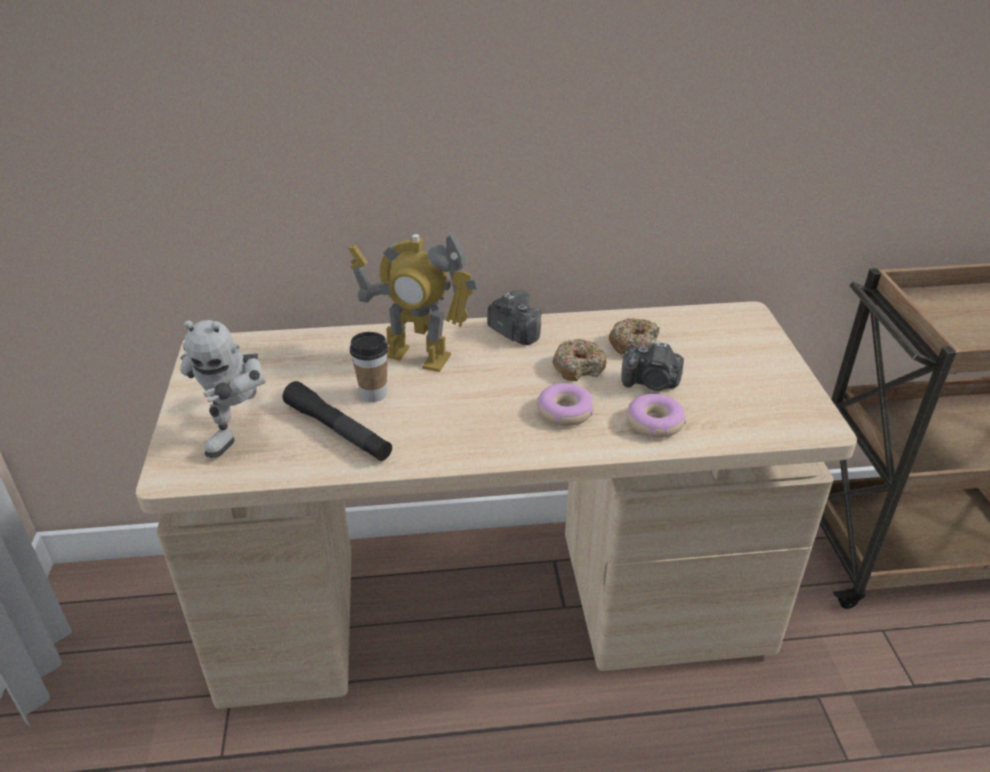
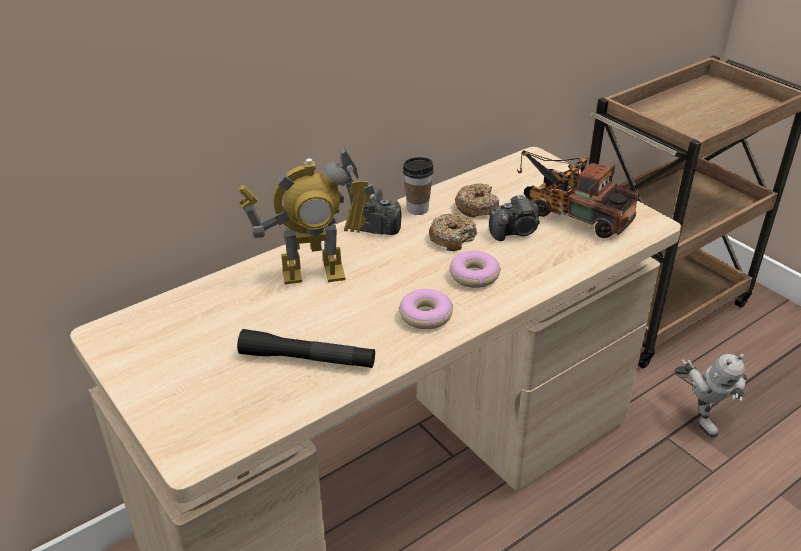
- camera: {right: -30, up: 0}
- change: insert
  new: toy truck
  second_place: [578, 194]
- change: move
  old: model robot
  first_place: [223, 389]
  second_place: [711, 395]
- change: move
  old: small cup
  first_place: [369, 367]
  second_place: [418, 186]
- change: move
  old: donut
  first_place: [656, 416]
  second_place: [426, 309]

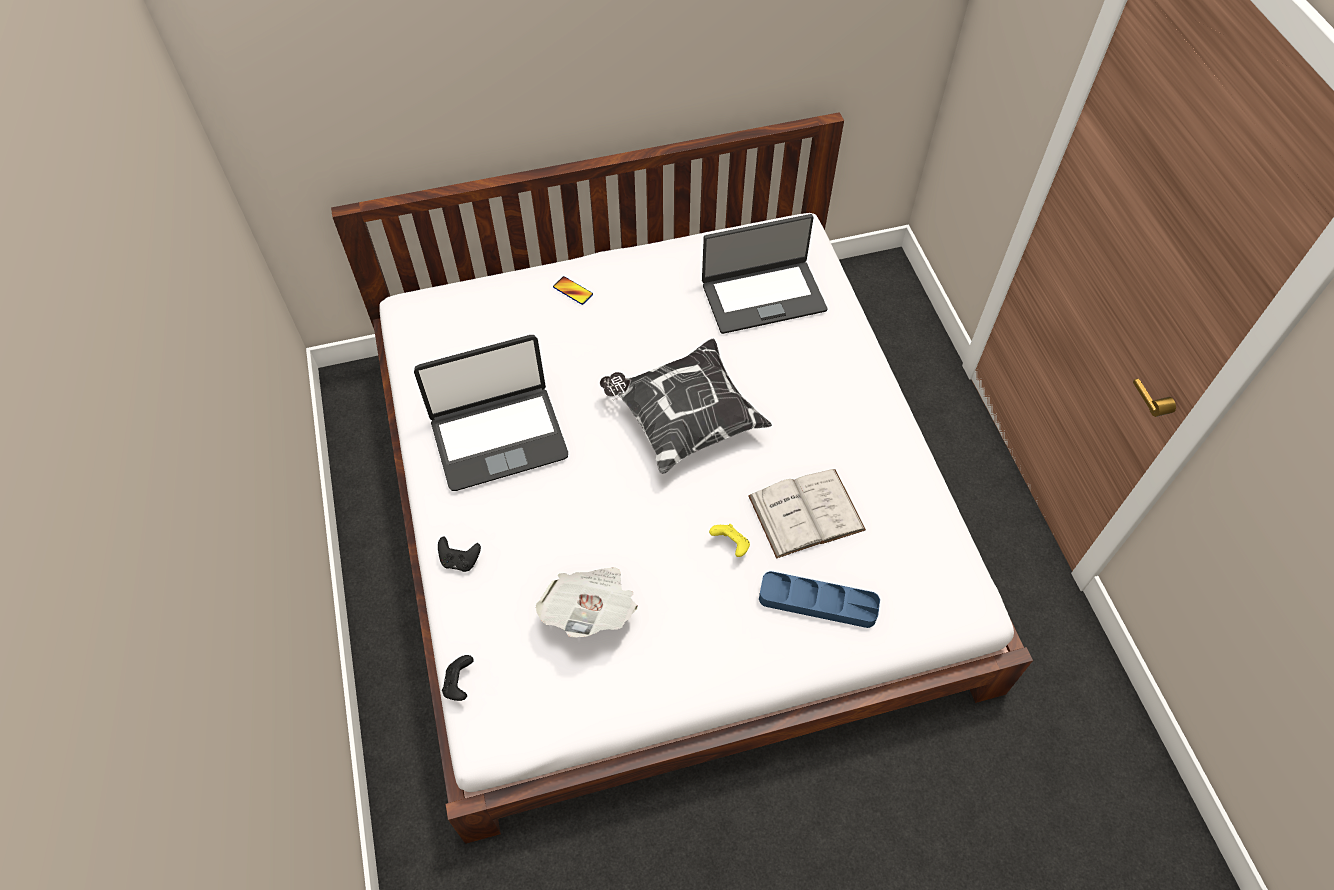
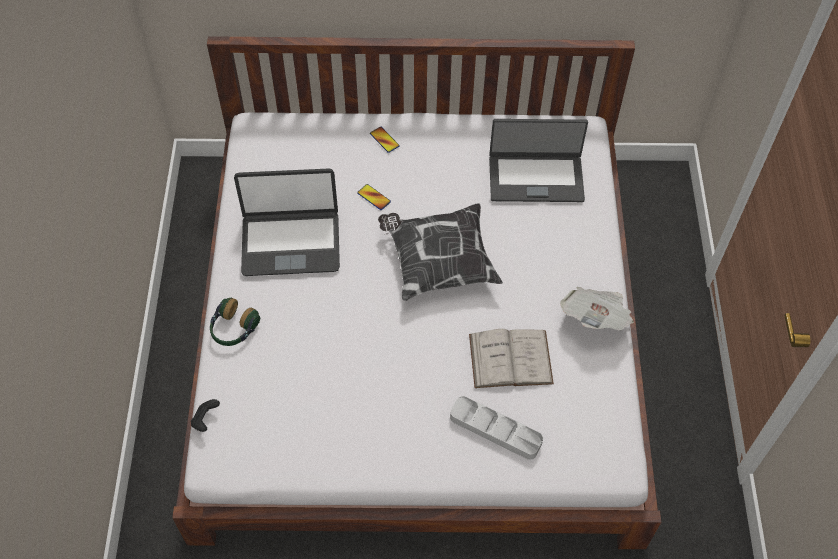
- camera: {right: 15, up: 0}
- change: delete
  old: game controller (yellow)
  first_place: [729, 540]
- change: insert
  new: telephone
  second_place: [374, 197]
- change: move
  old: daily paper
  first_place: [587, 602]
  second_place: [597, 308]
- change: replace
  old: game controller (black-coloured)
  new: headphones
  first_place: [459, 554]
  second_place: [235, 322]
- change: recolor
  old: tray (bluish)
  new: tray (grey)
  first_place: [819, 599]
  second_place: [496, 428]

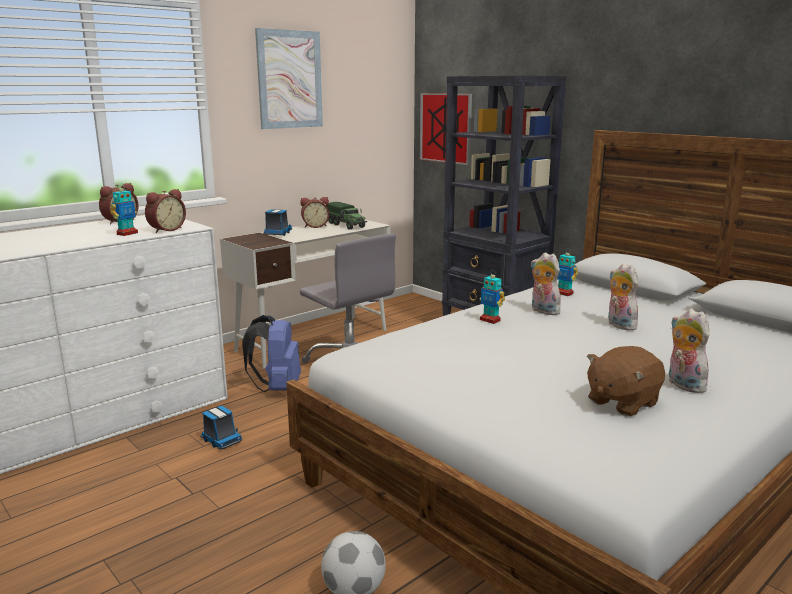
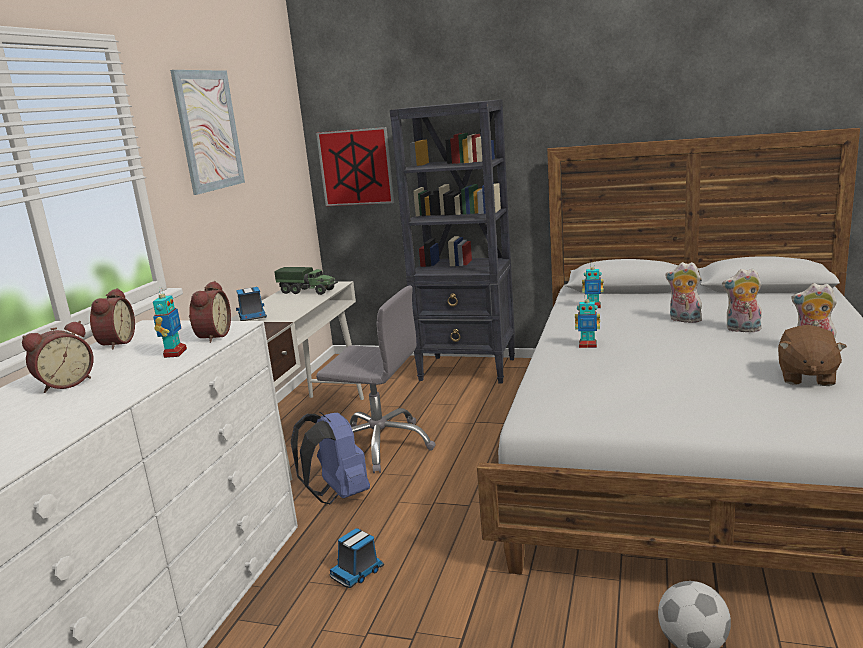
- camera: {right: -30, up: 0}
- change: move
  old: table clock
  first_place: [314, 212]
  second_place: [58, 357]
- change: move
  old: plush toy
  first_place: [546, 283]
  second_place: [742, 300]
- change: rotate
  old: toy truck
  first_place: [221, 428]
  second_place: [357, 558]
  degrees: 120

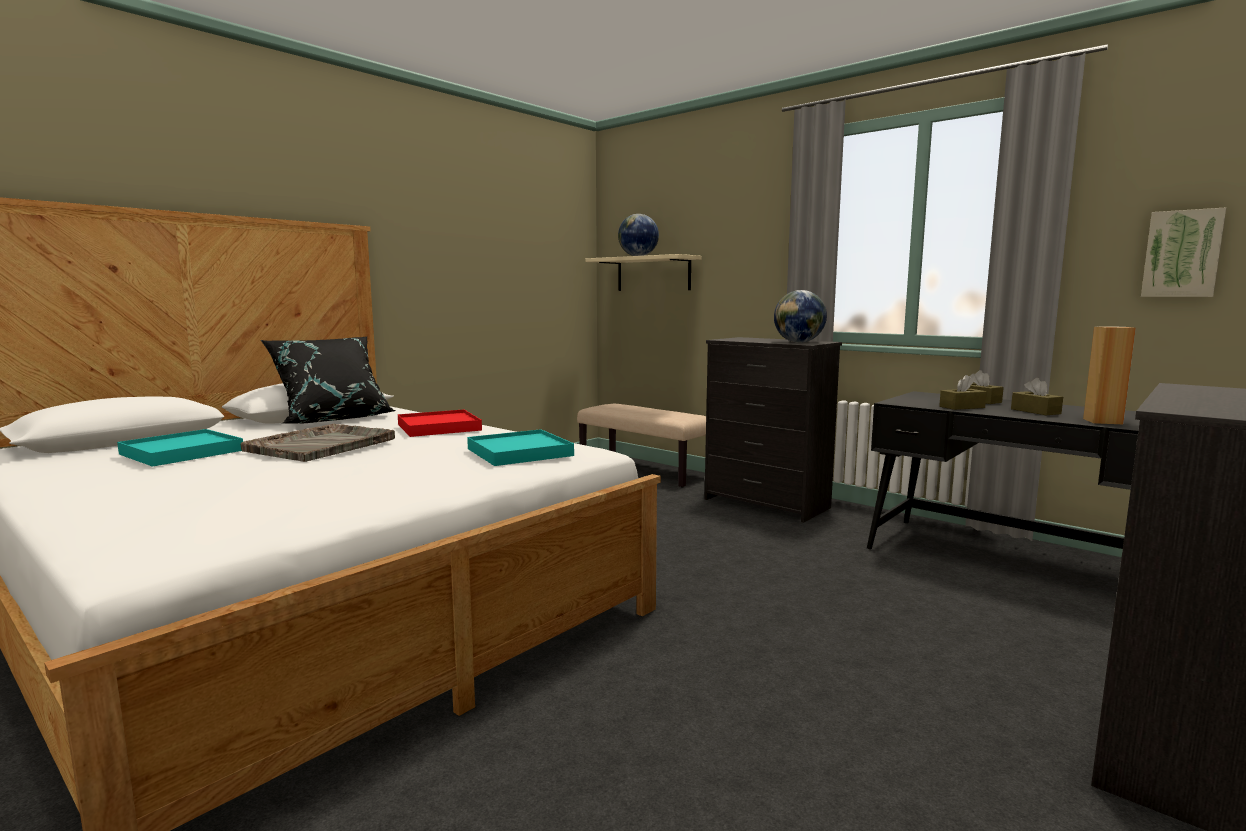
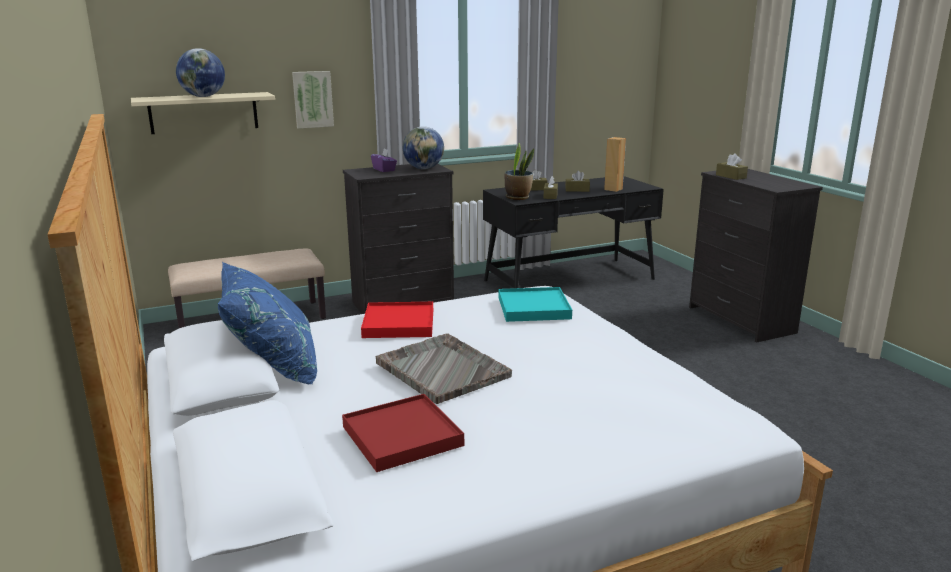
- camera: {right: -65, up: 10}
- change: insert
  new: box of tissues (purple-coloured)
  second_place: [384, 160]
- change: insert
  new: potted plant
  second_place: [519, 171]
- change: insert
  new: box of tissues (brownish)
  second_place: [732, 166]
- change: move
  old: picture
  first_place: [1183, 252]
  second_place: [313, 100]
- change: recolor
  old: tray (blue-green)
  new: tray (red)
  first_place: [180, 448]
  second_place: [403, 433]
- change: recolor
  old: cushion (black-coloured)
  new: cushion (bluish)
  first_place: [328, 380]
  second_place: [267, 323]

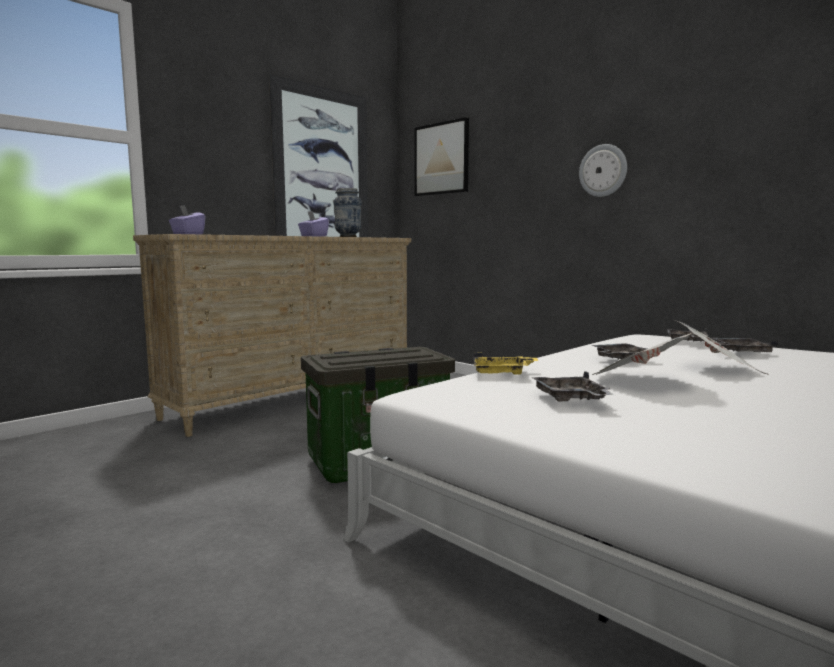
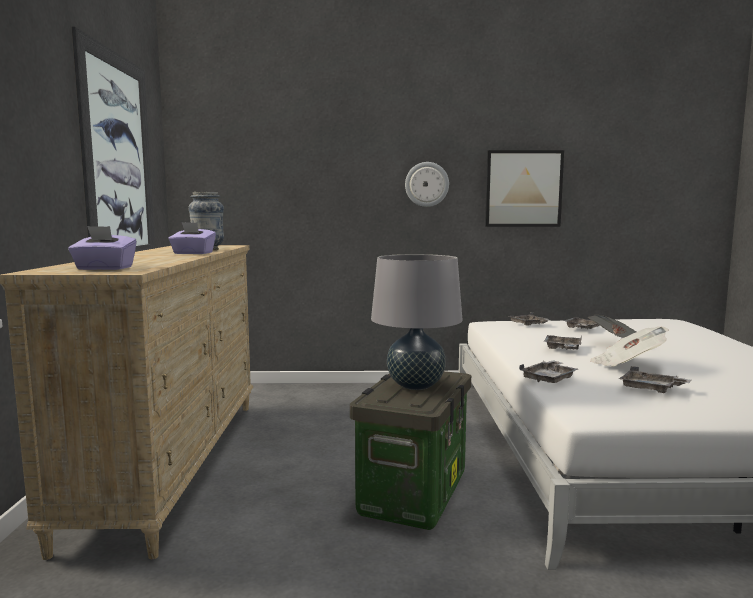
- camera: {right: -45, up: 0}
- change: insert
  new: tabletop lamp (grey)
  second_place: [417, 322]
- change: move
  old: picture
  first_place: [442, 156]
  second_place: [524, 188]
- change: recolor
  old: tray (yellow)
  new: tray (grey)
  first_place: [506, 363]
  second_place: [548, 371]

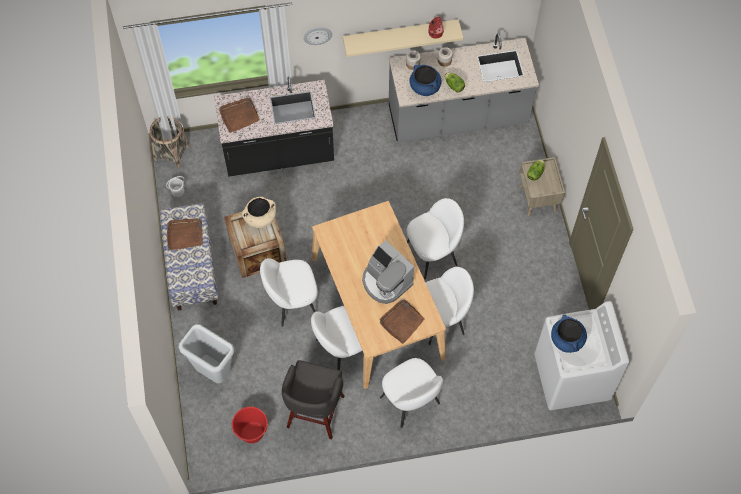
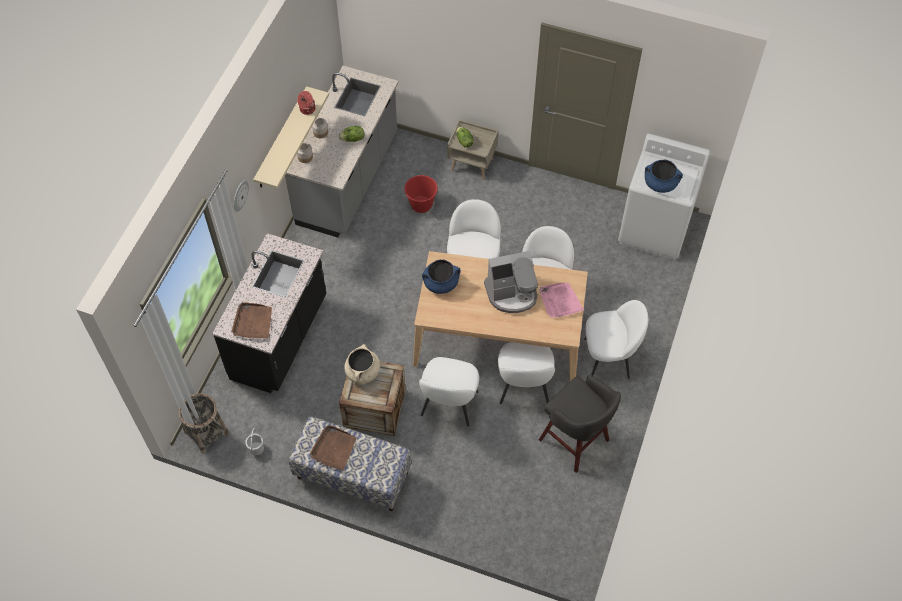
- camera: {right: -60, up: -5}
- change: delete
  old: waste bin (grey)
  first_place: [206, 353]
- change: move
  old: pail (red)
  first_place: [250, 425]
  second_place: [421, 194]
- change: move
  old: cooking pot (bluish)
  first_place: [425, 80]
  second_place: [441, 277]
- change: recolor
  old: tray (brownish)
  new: tray (pink-coloured)
  first_place: [402, 321]
  second_place: [561, 300]

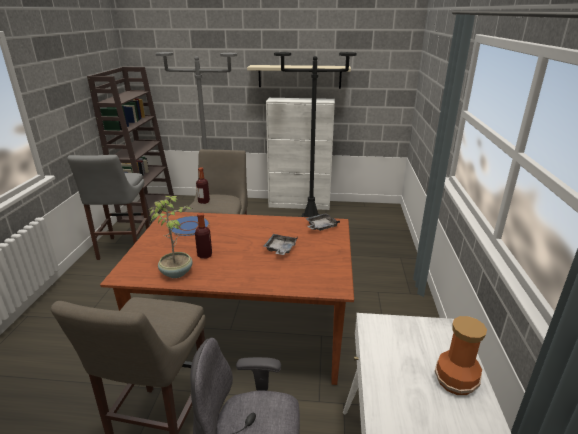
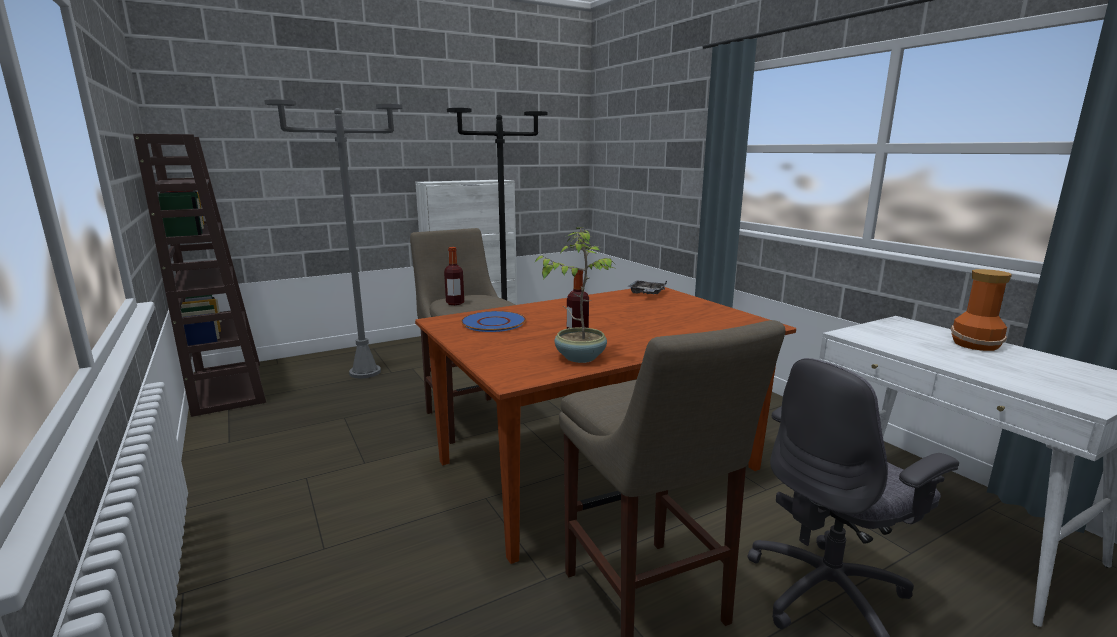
- camera: {right: -35, up: -10}
- change: delete
  old: sitting stool (grey)
  first_place: [108, 207]
- change: delete
  old: bracket shelf (sand-coloured)
  first_place: [299, 77]
- change: delete
  old: tray (grey)
  first_place: [280, 244]

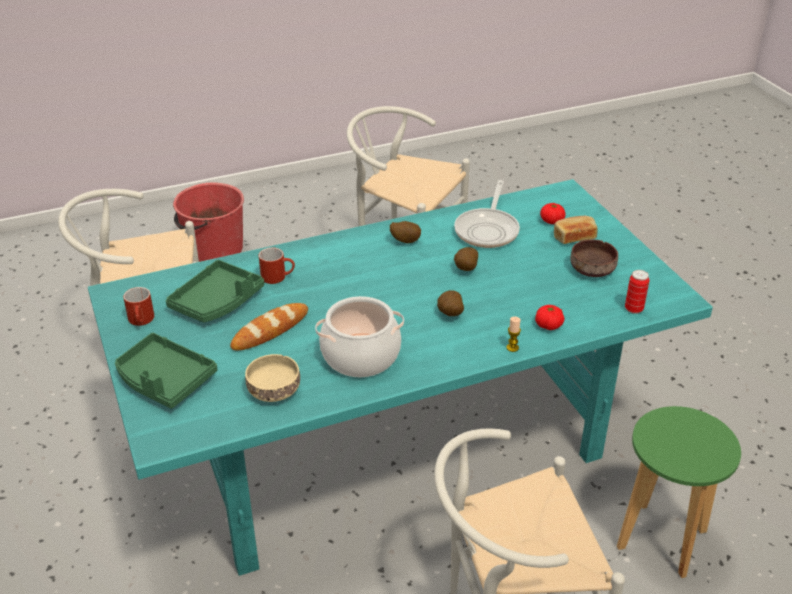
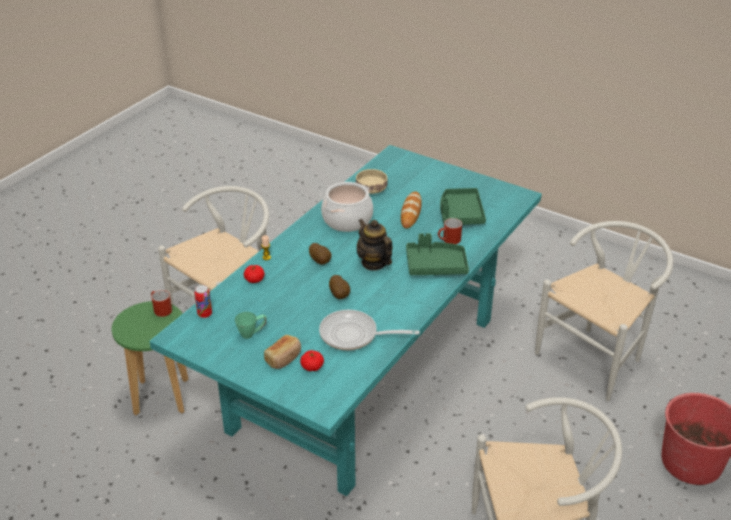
- camera: {right: 145, up: 0}
- change: delete
  old: spud
  first_place: [405, 232]
- change: insert
  new: pot for tea
  second_place: [374, 245]
- change: move
  old: tray (greenish)
  first_place: [166, 371]
  second_place: [437, 254]
- change: move
  old: mug (red)
  first_place: [138, 306]
  second_place: [161, 303]
- change: replace
  old: serving bowl (brownish)
  new: mug (greenish)
  first_place: [594, 258]
  second_place: [251, 325]
- change: rotate
  old: frying pan
  first_place: [487, 214]
  second_place: [369, 330]
  degrees: -60

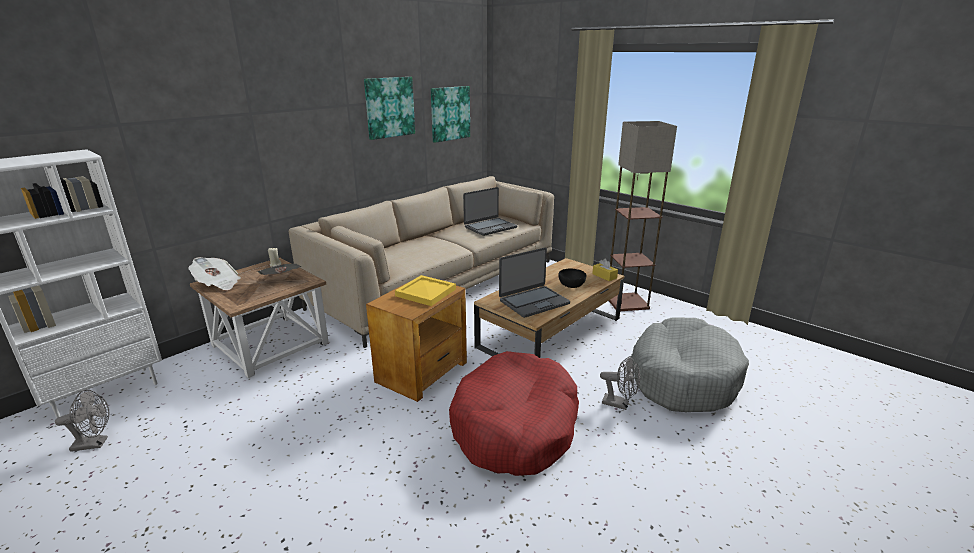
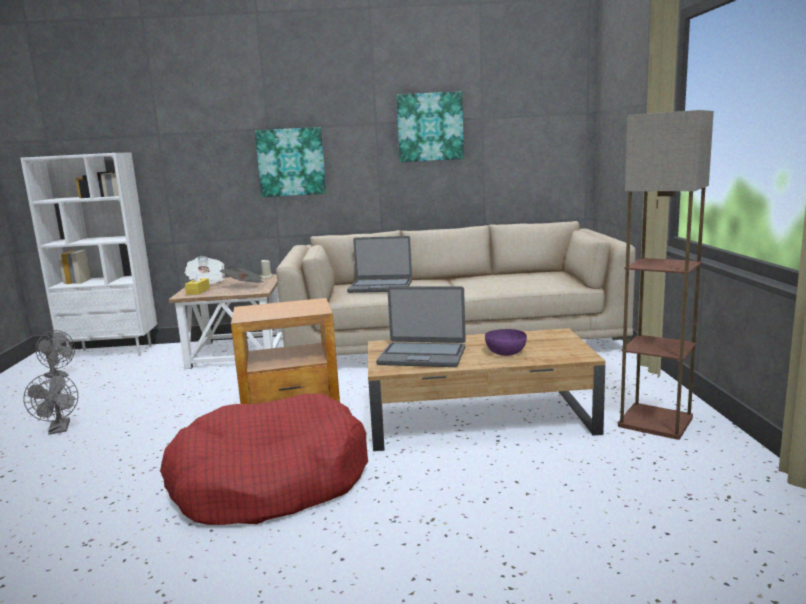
- camera: {right: 45, up: -10}
- change: delete
  old: tray (yellow)
  first_place: [425, 290]
- change: delete
  old: pet bed (grey)
  first_place: [690, 365]
- change: move
  old: picture
  first_place: [450, 114]
  second_place: [290, 162]
- change: move
  old: laptop
  first_place: [490, 211]
  second_place: [379, 264]
- change: move
  old: box of tissues (yellow)
  first_place: [605, 270]
  second_place: [197, 282]
- change: move
  old: electric fan (grey)
  first_place: [620, 383]
  second_place: [50, 404]
- change: recolor
  old: serving bowl (black-coloured)
  new: serving bowl (purple-coloured)
  first_place: [572, 278]
  second_place: [506, 342]

